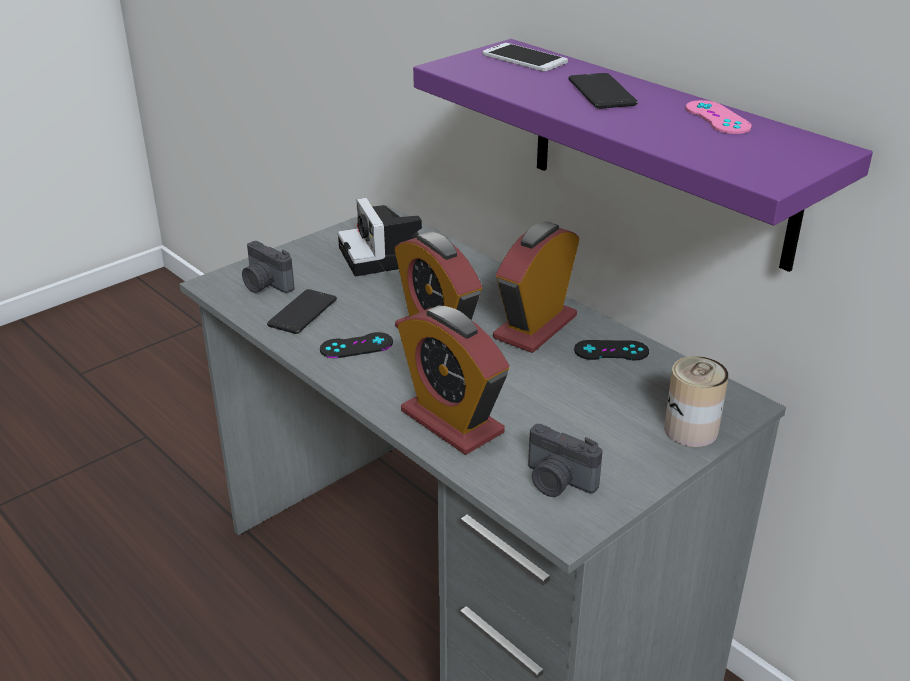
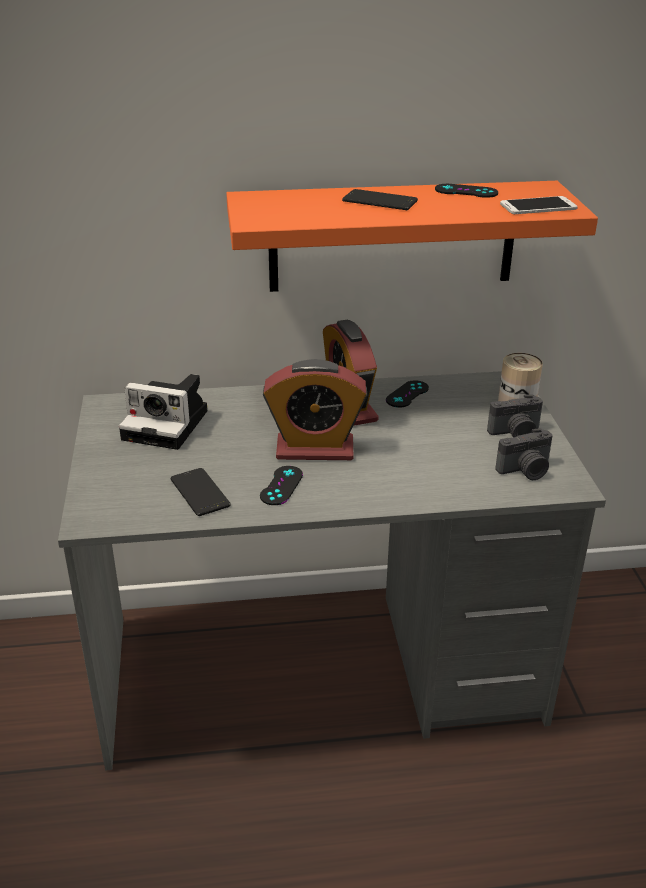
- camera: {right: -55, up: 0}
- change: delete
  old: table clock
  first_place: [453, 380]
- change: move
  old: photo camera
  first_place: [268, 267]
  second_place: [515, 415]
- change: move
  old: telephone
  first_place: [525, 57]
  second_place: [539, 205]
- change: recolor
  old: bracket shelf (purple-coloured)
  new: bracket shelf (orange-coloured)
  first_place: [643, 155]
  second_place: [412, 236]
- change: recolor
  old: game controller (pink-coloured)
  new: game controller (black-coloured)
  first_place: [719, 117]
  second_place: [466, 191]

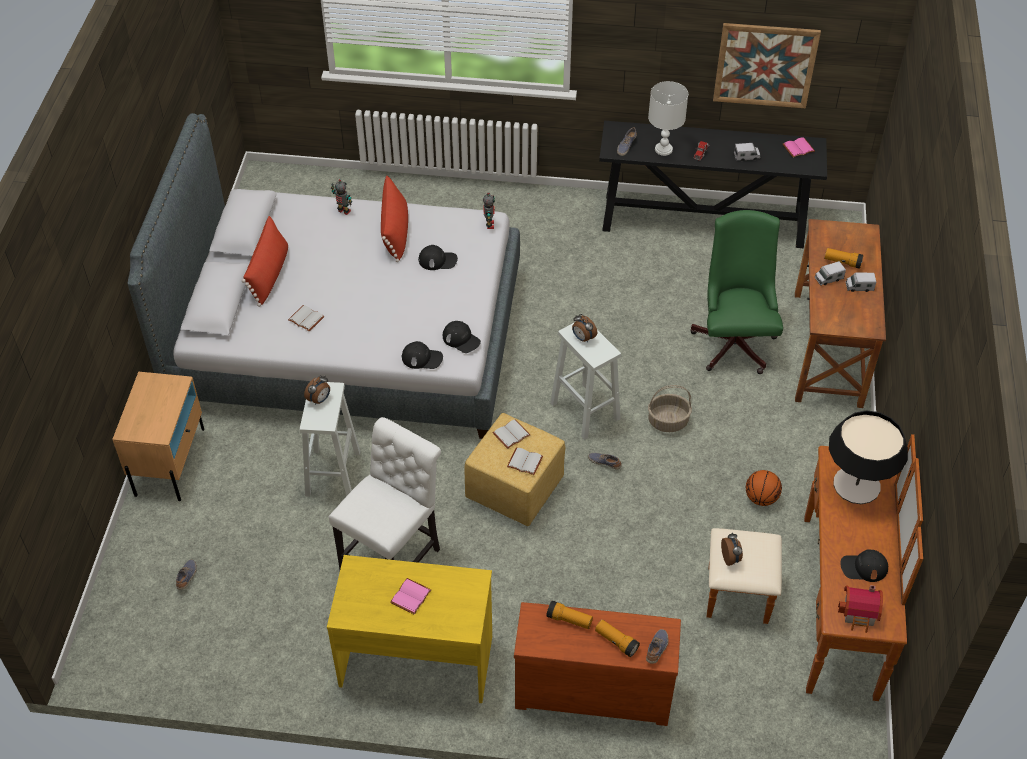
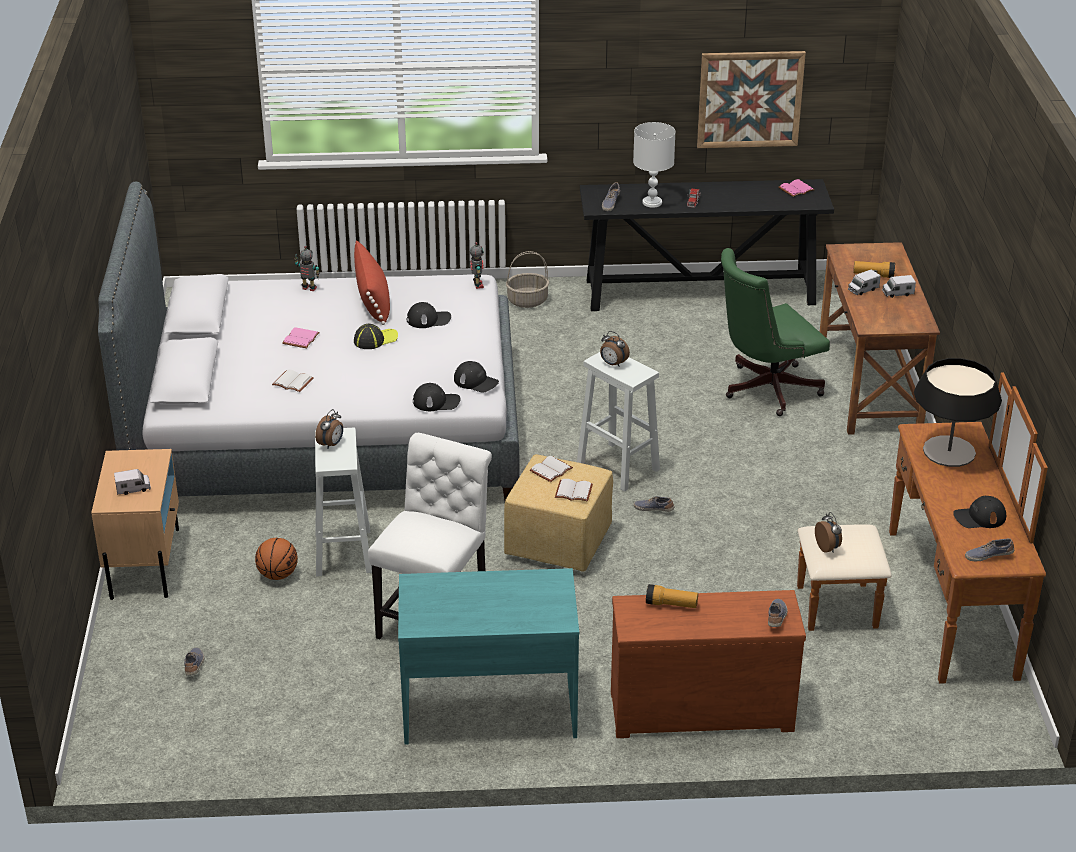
- camera: {right: -10, up: -15}
- change: delete
  old: cushion (red)
  first_place: [265, 261]
- change: delete
  old: flashlight
  first_place: [617, 638]
- change: insert
  new: baseball cap
  second_place: [376, 336]
- change: move
  old: bound book (pink-coloured)
  first_place: [410, 596]
  second_place: [301, 337]
- change: move
  old: basket
  first_place: [670, 408]
  second_place: [527, 279]
- change: move
  old: toy truck
  first_place: [747, 152]
  second_place: [132, 482]
- change: move
  old: basketball
  first_place: [764, 488]
  second_place: [276, 559]
- change: replace
  old: toy house
  new: shoe
  first_place: [860, 609]
  second_place: [989, 549]
- change: recolor
  old: desk table (yellow)
  new: desk table (blue-green)
  first_place: [409, 629]
  second_place: [488, 656]
- change: rotate
  old: office chair (greenish)
  first_place: [737, 292]
  second_place: [775, 332]
  degrees: -105

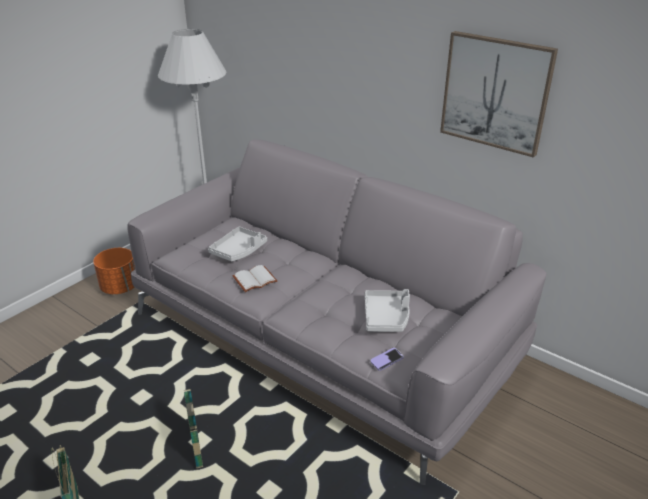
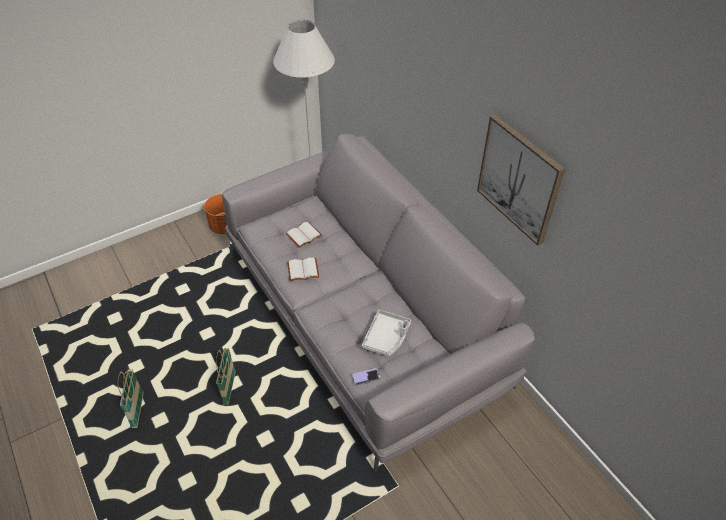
- camera: {right: 20, up: 15}
- change: replace
  old: tray (grey)
  new: bound book (white)
  first_place: [237, 243]
  second_place: [304, 235]

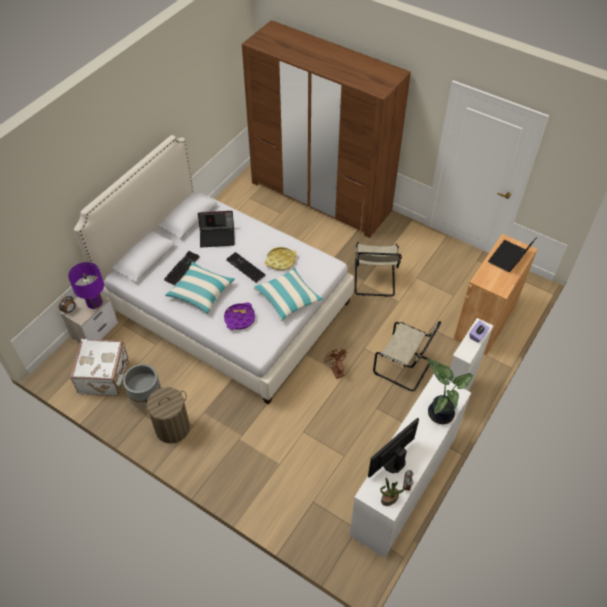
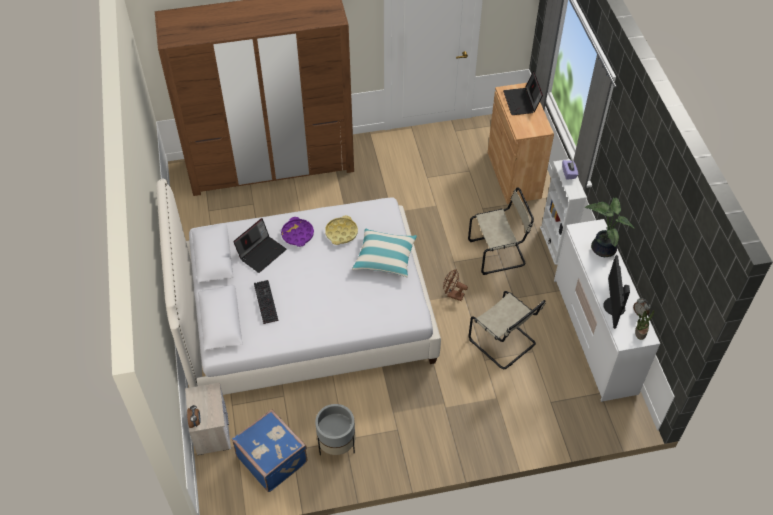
- camera: {right: -45, up: 0}
- change: delete
  old: tabletop lamp (purple-coloured)
  first_place: [86, 285]
- change: delete
  old: laundry basket
  first_place: [167, 415]
- change: delete
  old: cushion
  first_place: [200, 287]
- change: delete
  old: keyboard
  first_place: [245, 267]
- change: move
  old: tray (purple-coloured)
  first_place: [239, 316]
  second_place: [297, 232]
- change: move
  old: upright chair (sand-coloured)
  first_place: [378, 269]
  second_place: [507, 330]
- change: recolor
  old: suitcase (white)
  new: suitcase (bluish)
  first_place: [99, 367]
  second_place: [269, 450]

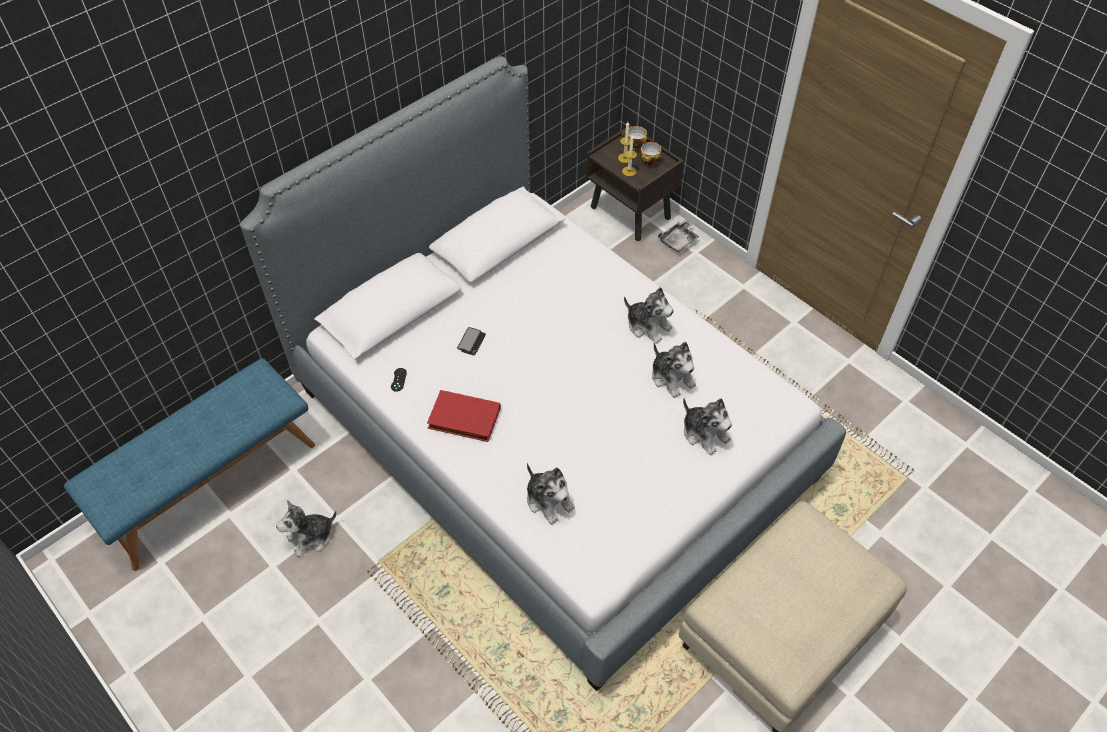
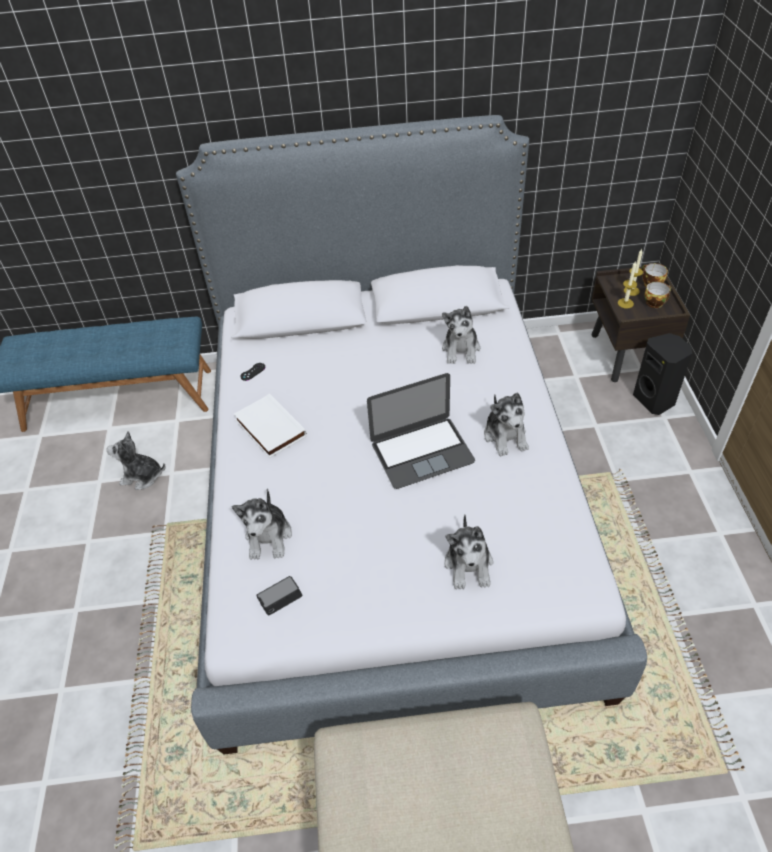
- camera: {right: 40, up: -5}
- change: insert
  new: laptop
  second_place: [421, 431]
- change: move
  old: telephone
  first_place: [471, 341]
  second_place: [279, 595]
- change: move
  old: plush toy
  first_place: [674, 370]
  second_place: [461, 335]
- change: replace
  old: tray (grey)
  new: speaker (black-coloured)
  first_place: [679, 236]
  second_place: [662, 374]
- change: recolor
  old: bound book (red)
  new: bound book (white)
  first_place: [464, 416]
  second_place: [270, 426]

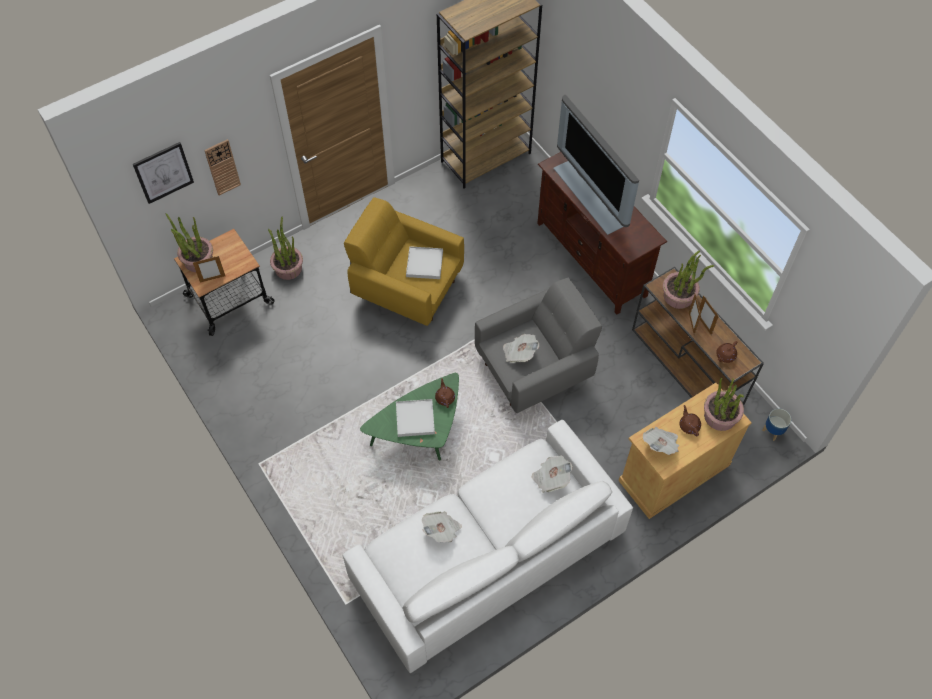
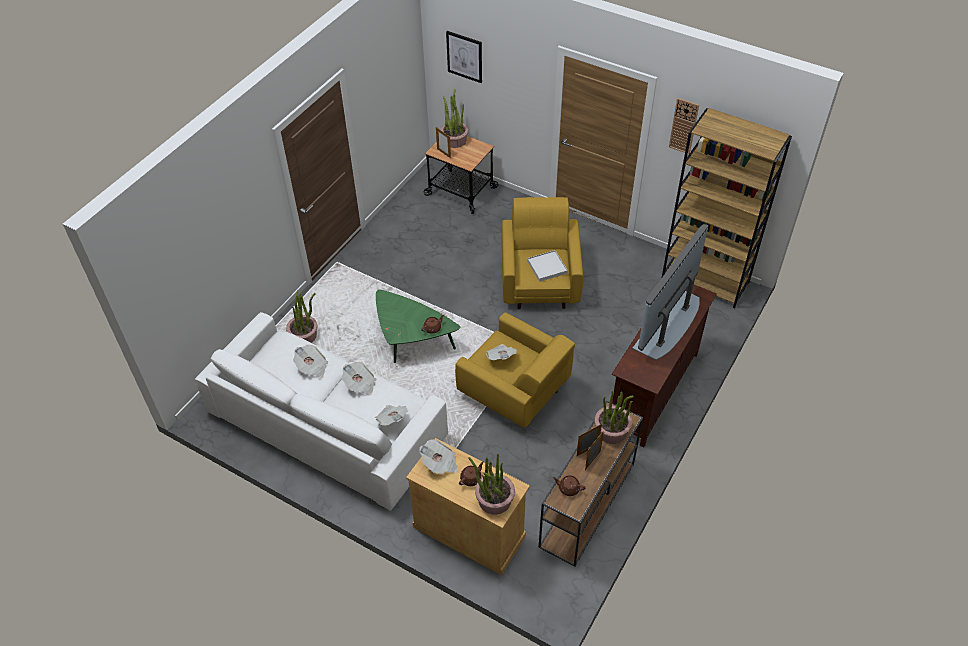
- camera: {right: 65, up: -10}
- change: delete
  old: tray (white)
  first_place: [415, 418]
- change: delete
  old: flower pot
  first_place: [776, 425]
- change: insert
  new: daily paper
  second_place: [359, 379]
- change: move
  old: wall clock
  first_place: [222, 167]
  second_place: [684, 126]
- change: move
  old: potted plant
  first_place: [285, 248]
  second_place: [301, 316]
- change: recolor
  old: easy chair (grey)
  new: easy chair (yellow)
  first_place: [538, 345]
  second_place: [515, 370]

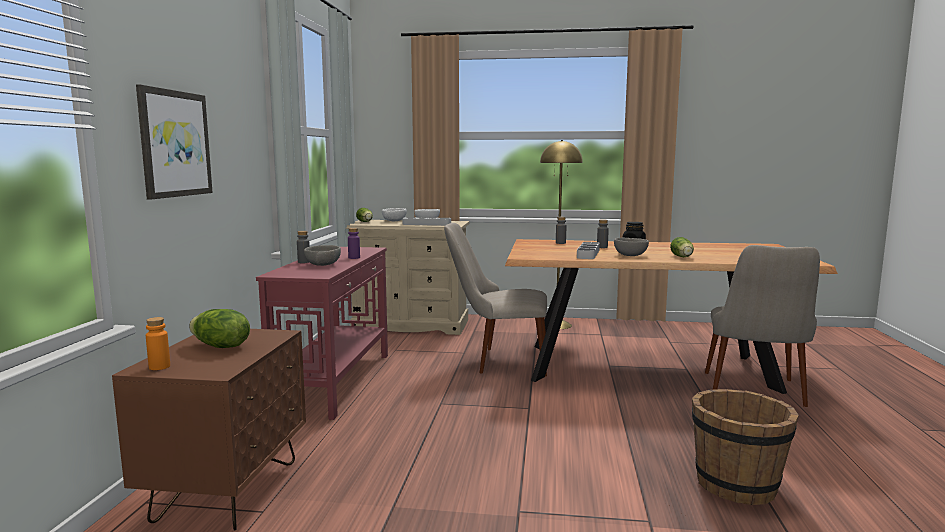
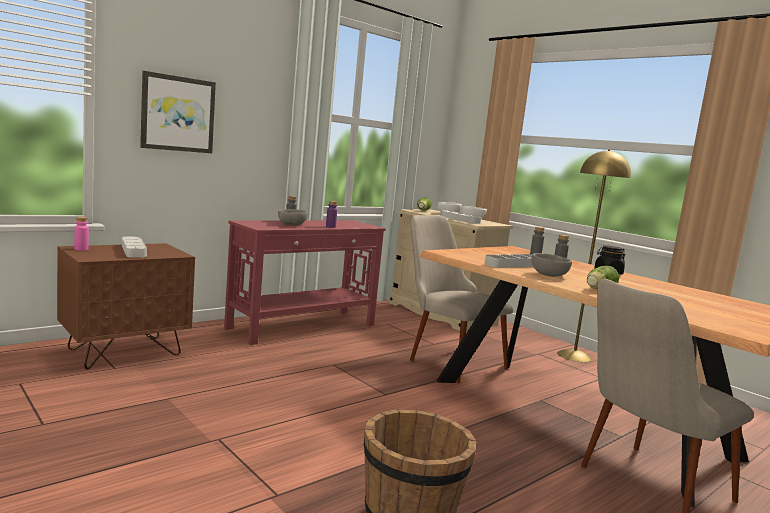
- camera: {right: 40, up: 0}
- change: replace
  old: lettuce head
  new: tray (grey)
  first_place: [219, 328]
  second_place: [134, 247]
- change: recolor
  old: bottle (orange-coloured)
  new: bottle (pink-coloured)
  first_place: [158, 343]
  second_place: [81, 234]

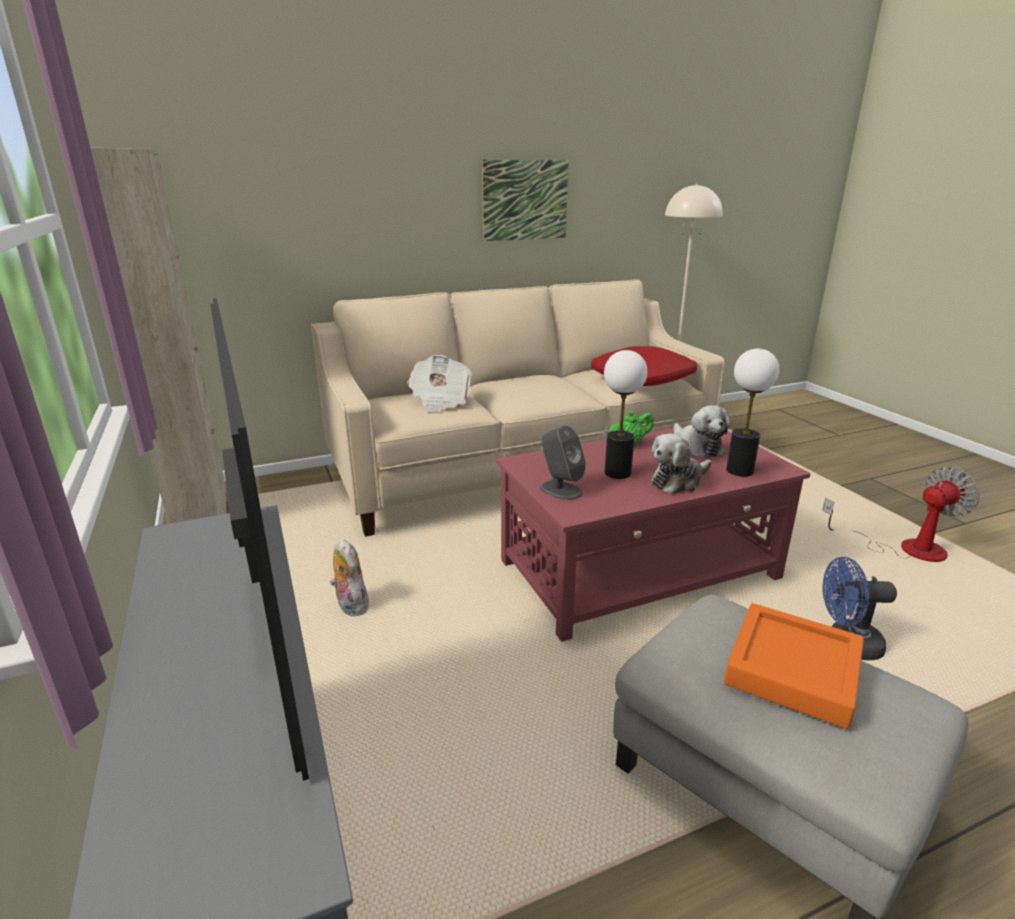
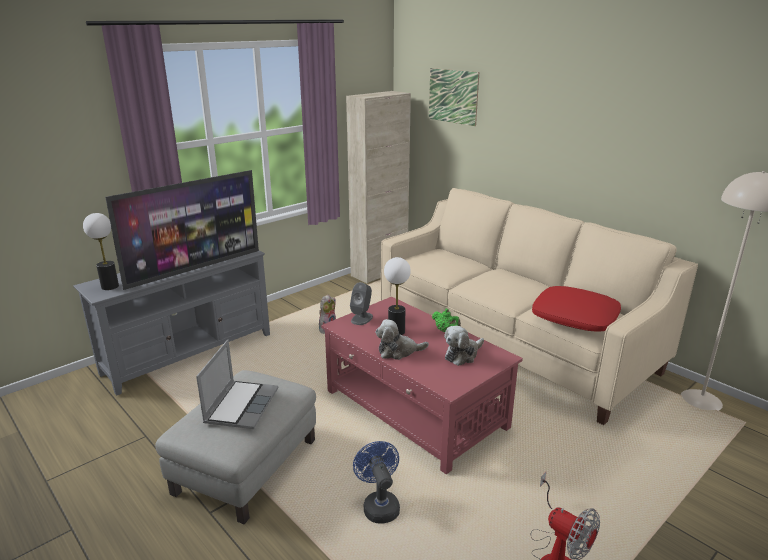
- camera: {right: 70, up: 0}
- change: delete
  old: daily paper
  first_place: [439, 383]
- change: move
  old: picture
  first_place: [525, 200]
  second_place: [454, 97]
- change: move
  old: tabletop lamp
  first_place: [752, 412]
  second_place: [101, 251]
- change: replace
  old: tray (orange-coloured)
  new: laptop
  first_place: [794, 666]
  second_place: [237, 384]
- change: rotate
  old: plush toy
  first_place: [681, 464]
  second_place: [402, 339]
  degrees: -45

